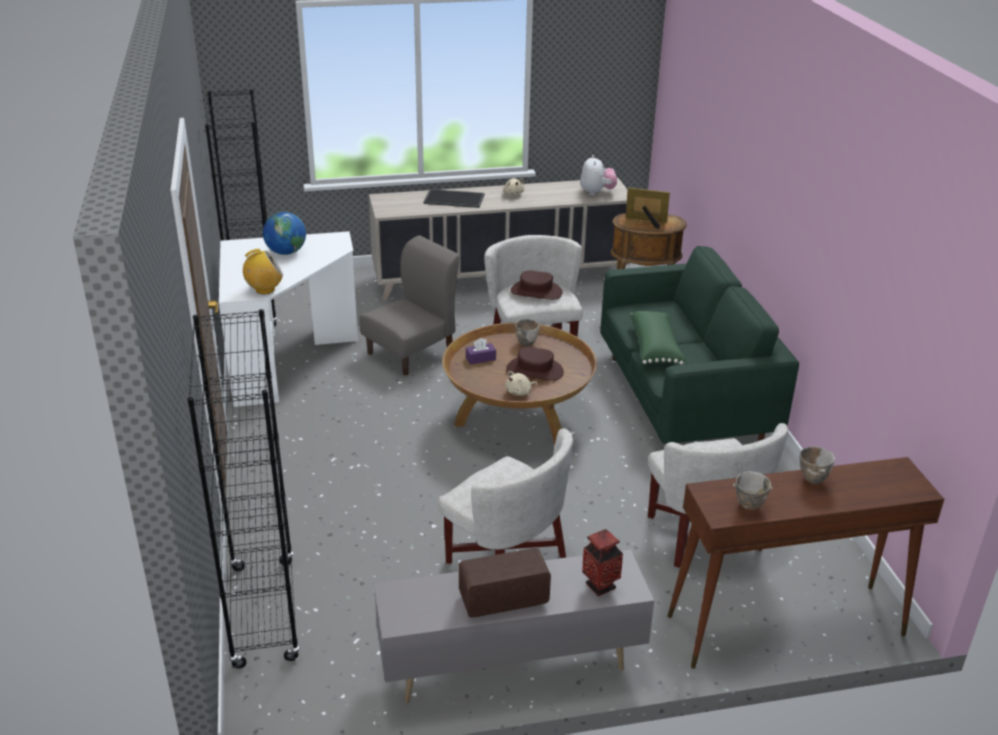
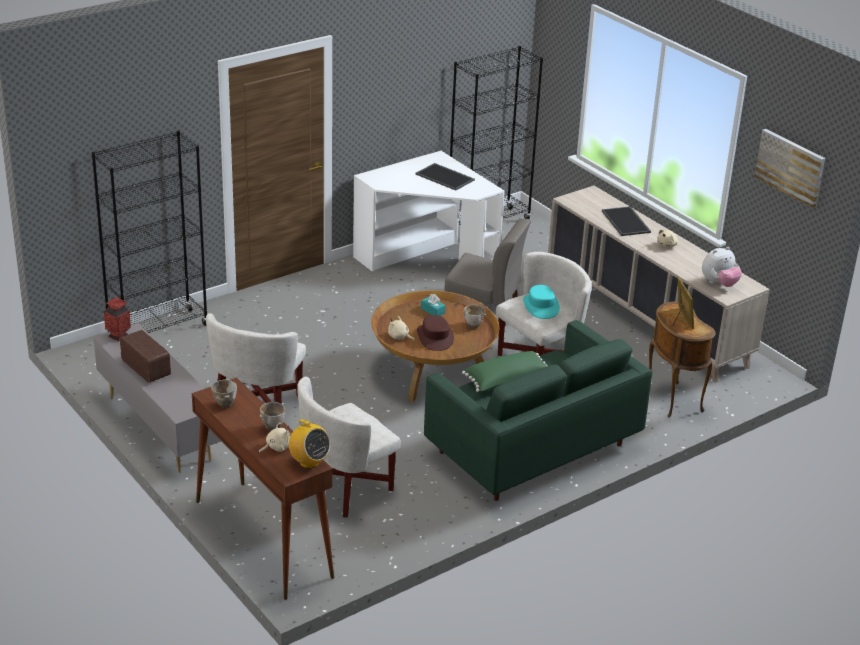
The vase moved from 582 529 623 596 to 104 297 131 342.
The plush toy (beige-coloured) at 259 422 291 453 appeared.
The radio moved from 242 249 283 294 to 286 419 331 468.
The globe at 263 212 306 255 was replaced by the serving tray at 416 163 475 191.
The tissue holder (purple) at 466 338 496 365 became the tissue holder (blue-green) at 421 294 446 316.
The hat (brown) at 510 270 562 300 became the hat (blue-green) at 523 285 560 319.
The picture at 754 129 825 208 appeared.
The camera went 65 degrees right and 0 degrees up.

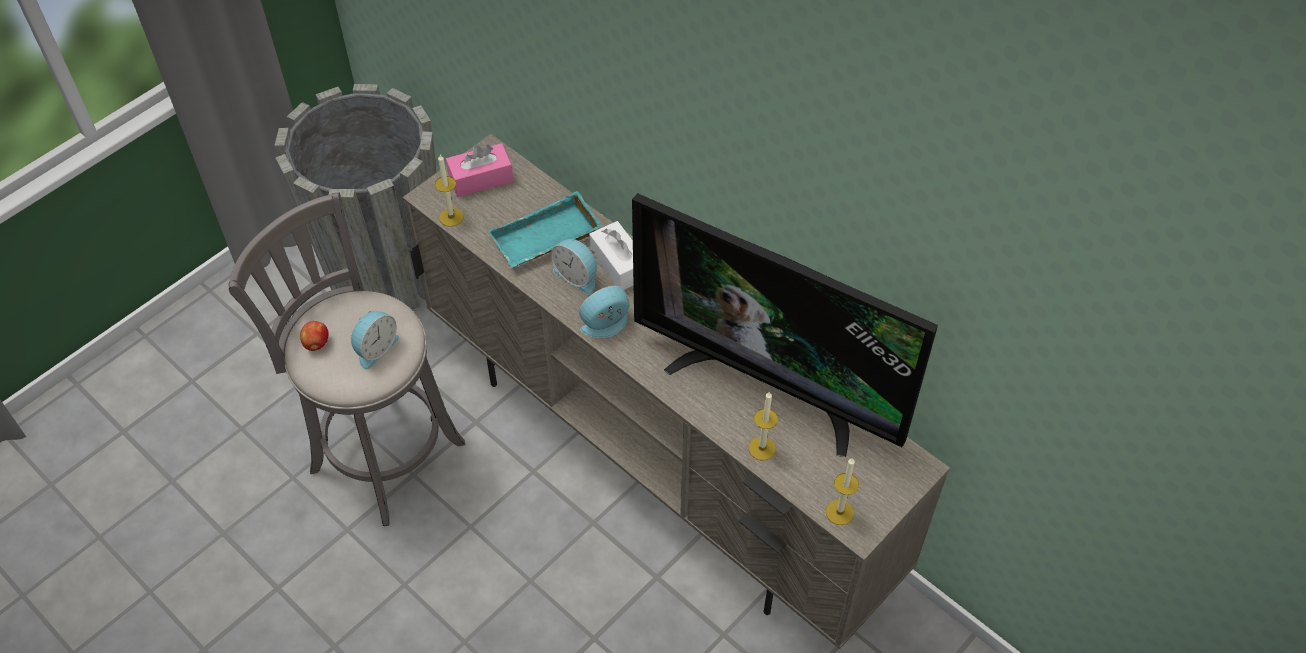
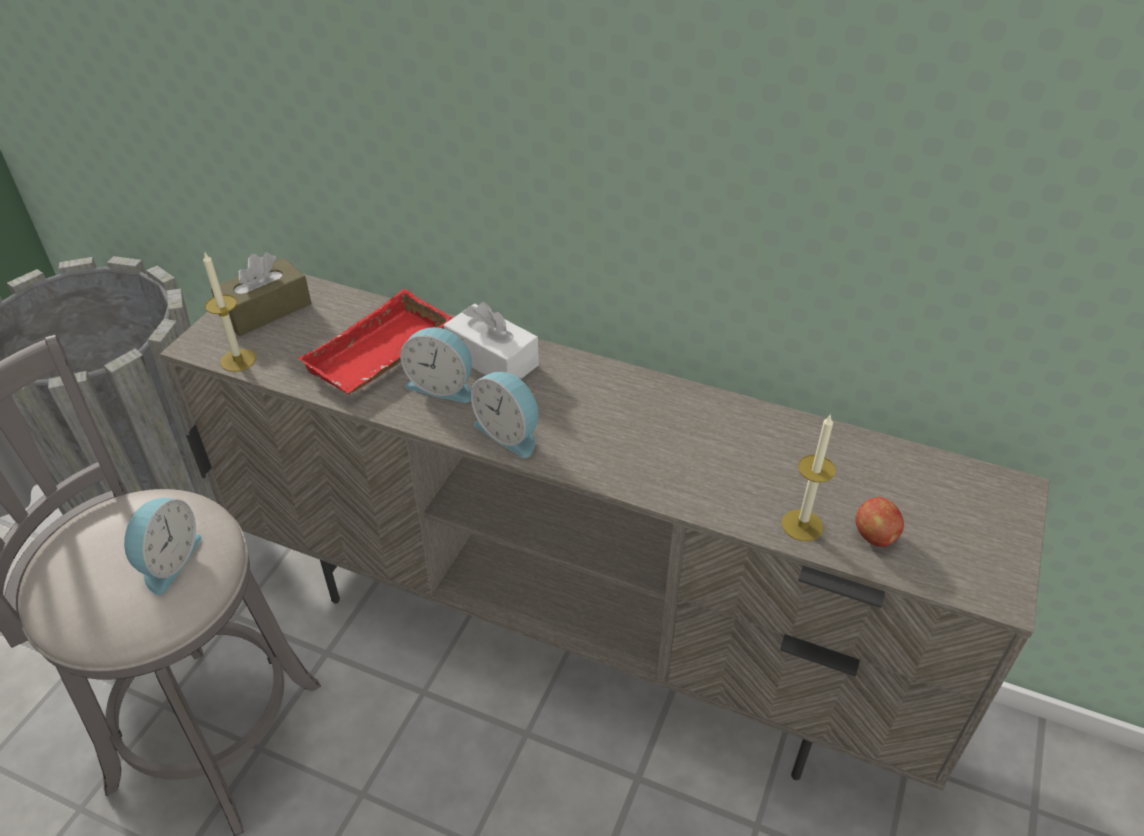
The tissue holder (pink-coloured) at 446 143 513 197 became the tissue holder (brown) at 211 252 311 336.
The serving tray (blue-green) at 488 191 602 268 became the serving tray (red-coloured) at 297 289 452 394.
The table clock at 579 286 629 338 turned 90 degrees counterclockwise.
The apple moved from 300 321 329 351 to 855 497 904 547.
The TV at 632 193 938 457 disappeared.
The wax light at 826 458 859 525 disappeared.
The camera went 20 degrees left and 10 degrees down.

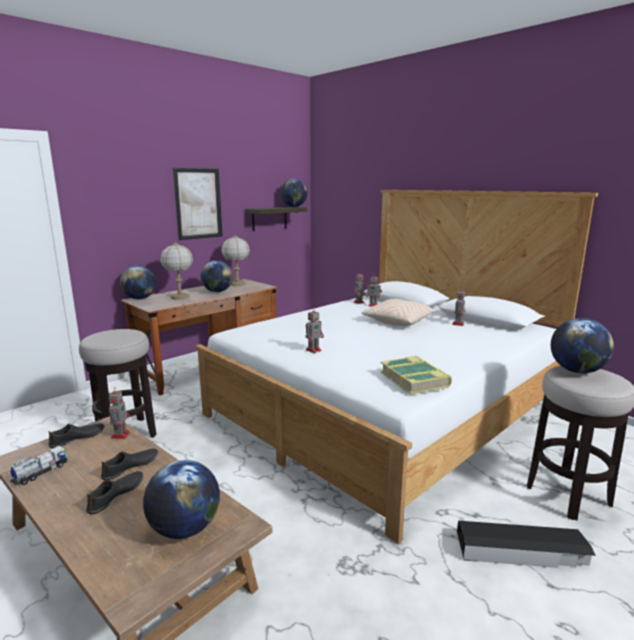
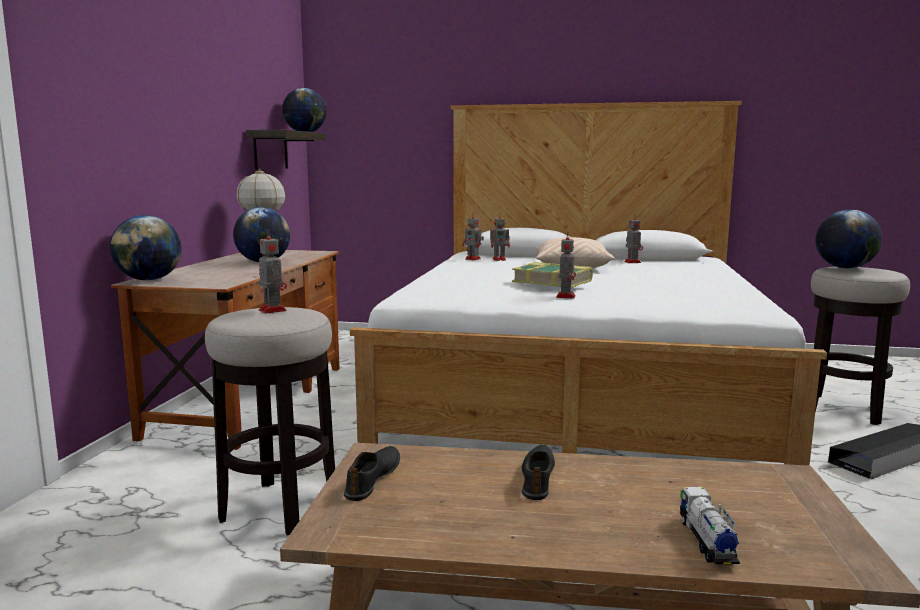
The toy robot moved from 109 388 130 439 to 259 229 287 314.
The volume moved from 380 356 452 395 to 512 262 593 288.
The toy truck moved from 10 446 68 485 to 680 487 740 564.
The low shoe (black-coloured) at 86 471 143 515 disappeared.
The globe at 143 460 220 539 disappeared.
The table lamp at 160 242 193 300 disappeared.
The picture at 173 168 223 240 disappeared.
The camera went 35 degrees left and 5 degrees down.

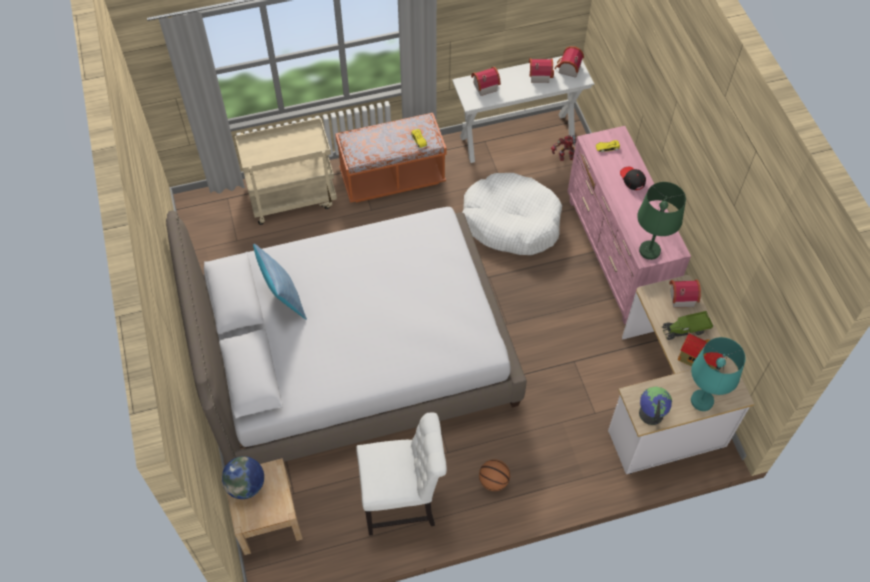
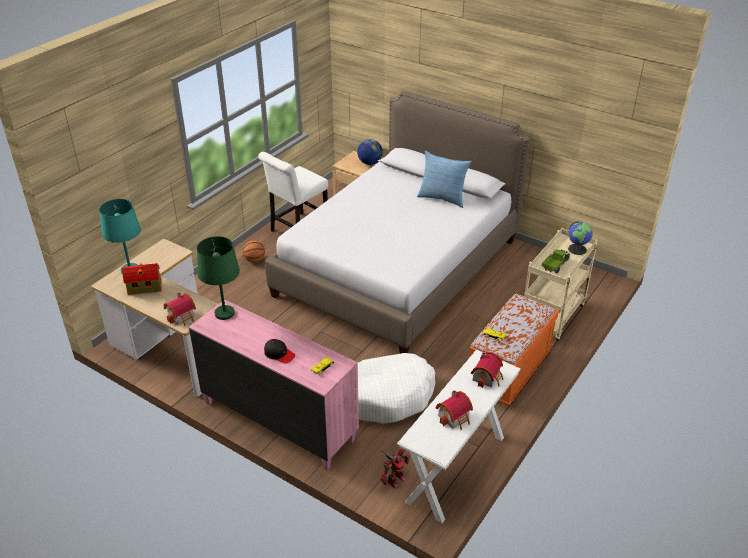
The toy truck moved from 662 311 713 340 to 542 249 570 273.
The globe moved from 639 386 672 425 to 568 222 593 255.
The model house at 555 46 584 78 disappeared.
The camera went 140 degrees right and 20 degrees down.

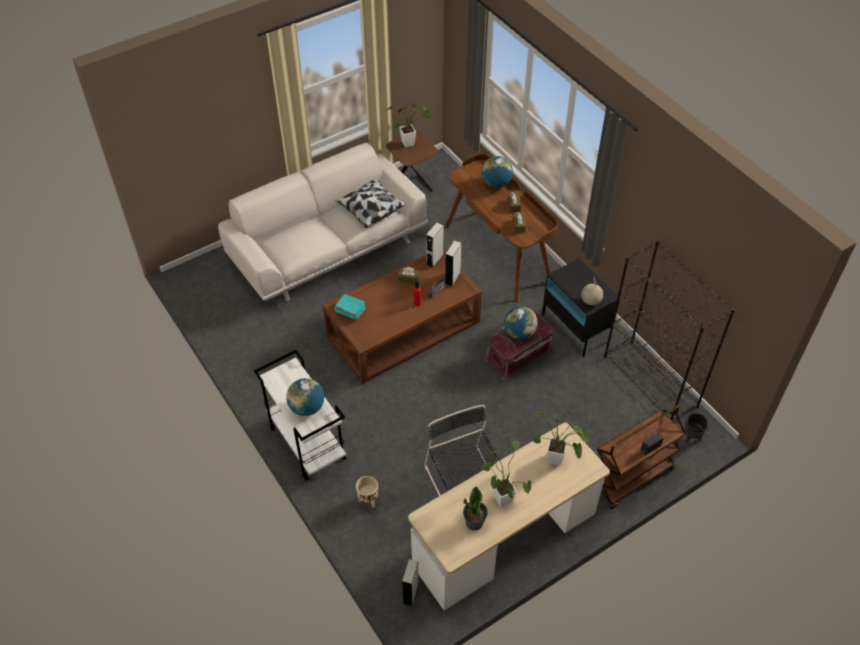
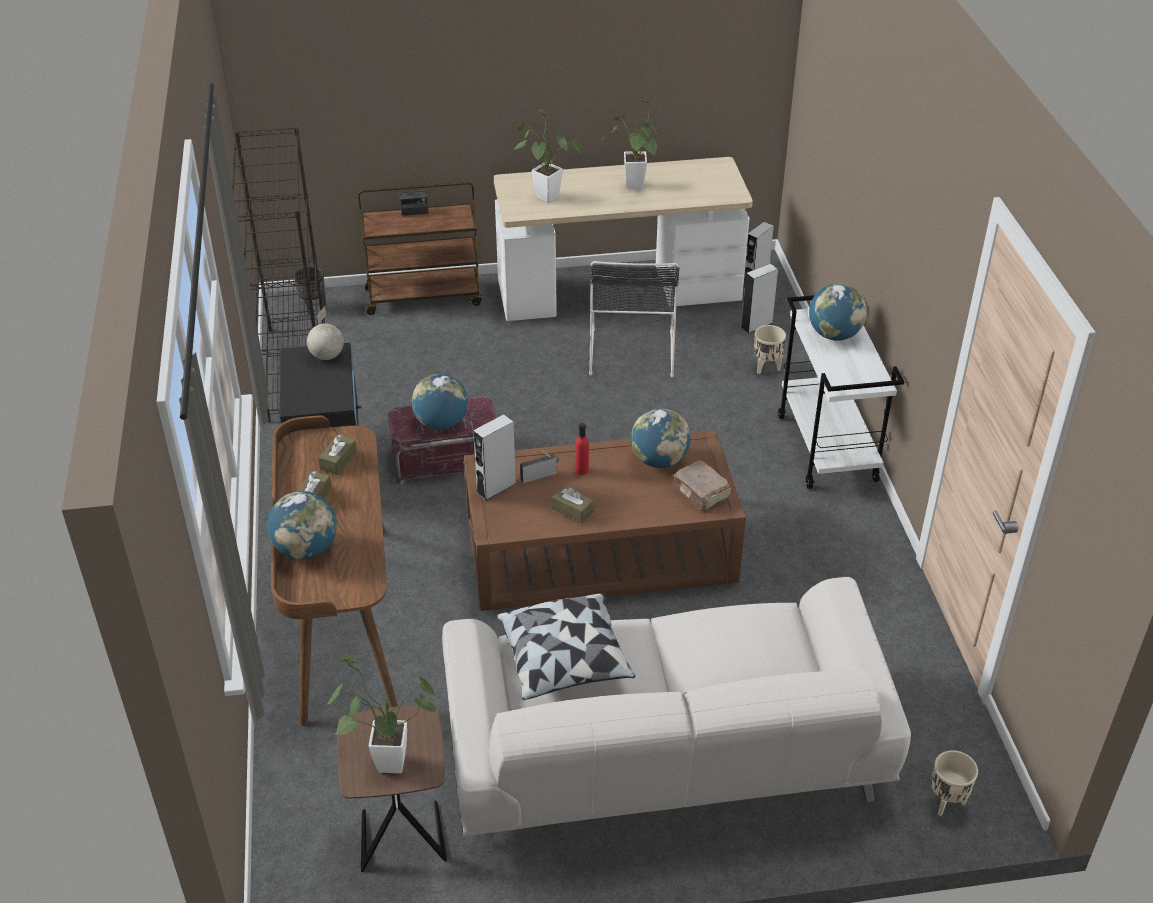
The globe at 631 408 691 468 appeared.
The volume (blue-green) at 334 294 366 320 became the volume (brown) at 672 460 731 511.
The speaker (grey) moved from 426 222 444 268 to 741 264 778 334.
The flower pot (beige-coloured) at 931 750 978 816 appeared.
The potted plant at 463 486 488 530 disappeared.
The camera went 155 degrees left and 10 degrees down.

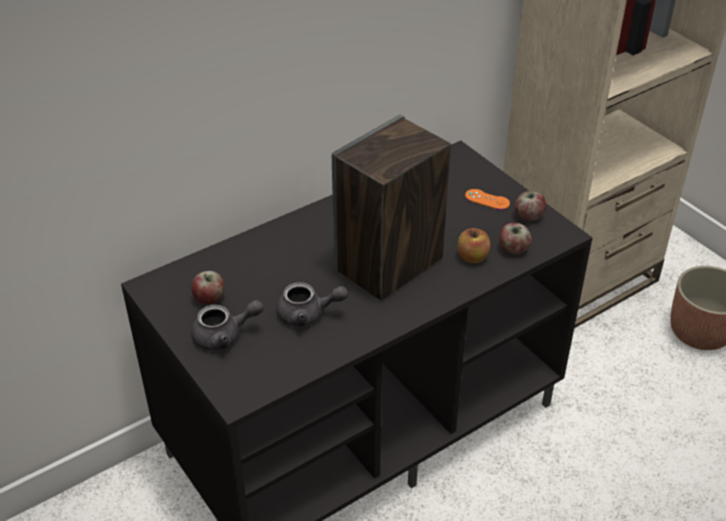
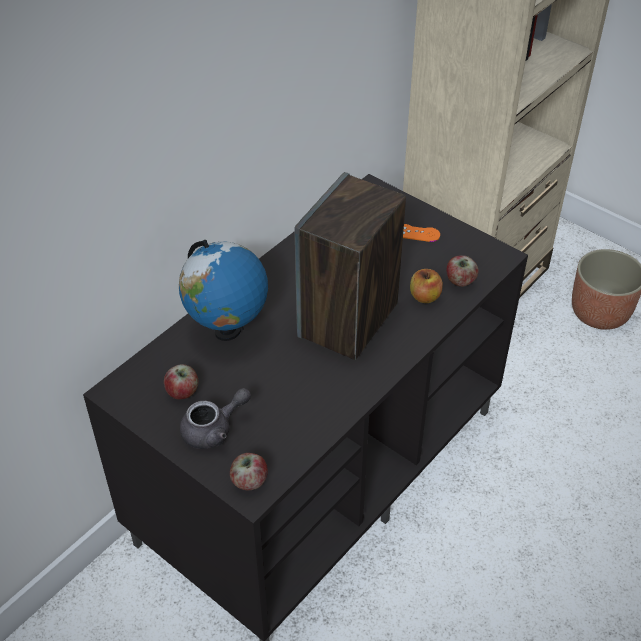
The globe at 179 240 268 341 appeared.
The apple moved from 515 191 546 221 to 230 453 268 490.
The pot for tea (grey) at 276 282 348 327 disappeared.
The camera went 15 degrees left and 5 degrees up.

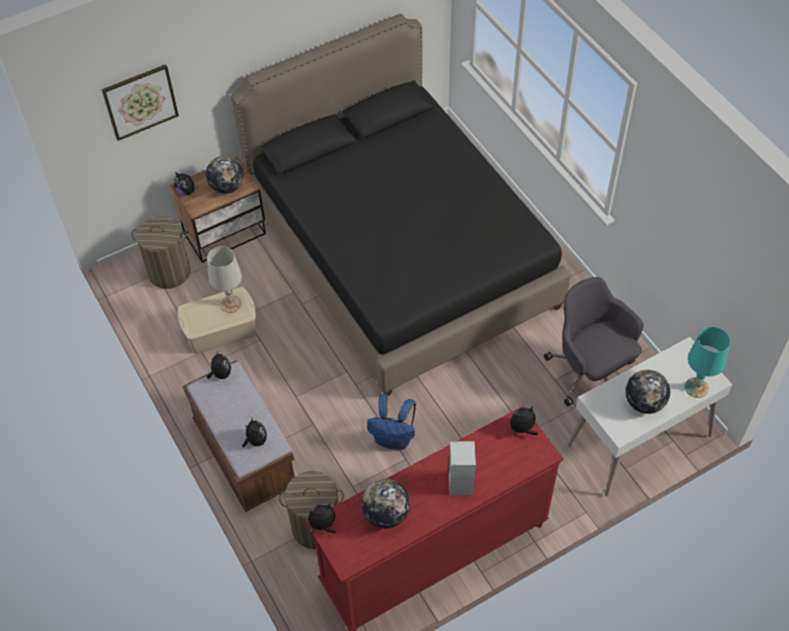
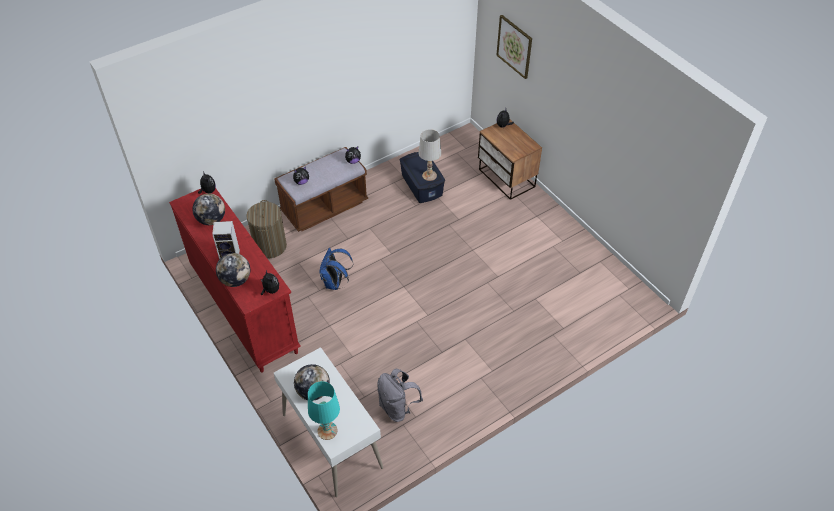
The globe moved from 206 156 244 194 to 216 253 250 287.
The office chair (grey) at 544 277 643 406 was replaced by the backpack (grey) at 377 369 423 422.
The storage bin (beige-coloured) at 178 287 256 354 became the storage bin (bluish) at 400 152 445 203.
The washing basket at 131 216 191 289 disappeared.
The bedroom bed (black-coloured) at 231 14 571 396 disappeared.
The camera went 85 degrees right and 5 degrees down.

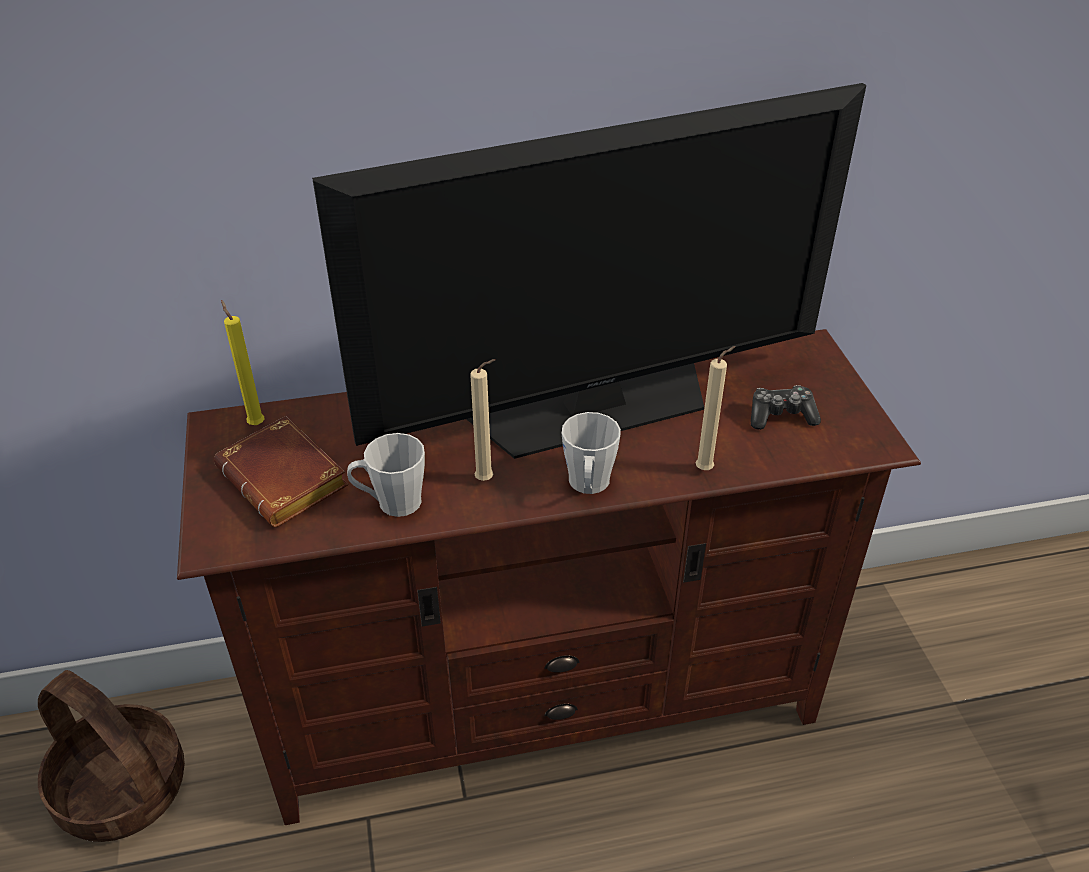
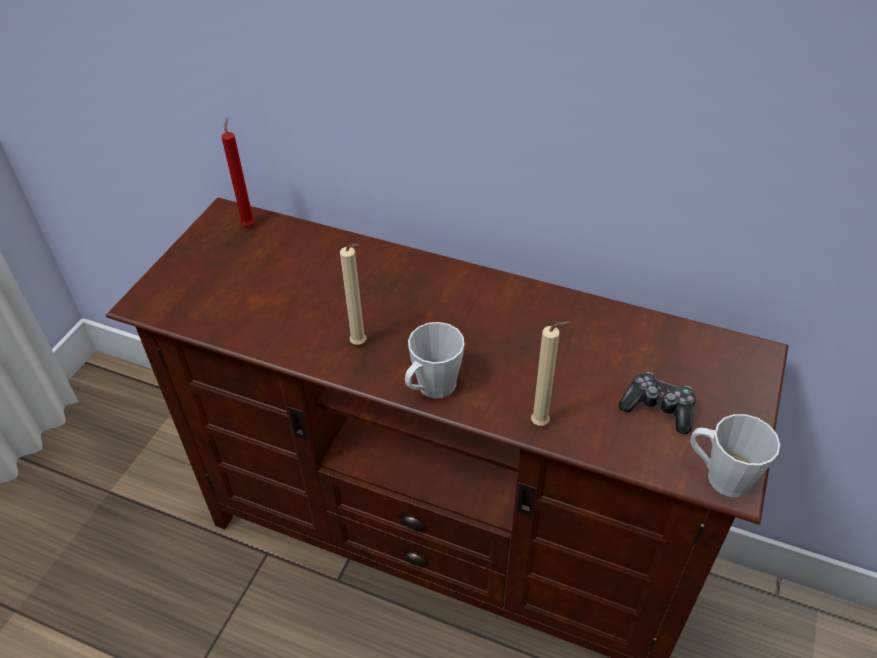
The wax light (yellowish) at 221 300 265 425 became the wax light (red-coloured) at 222 117 255 226.
The mug (grey) moved from 347 433 425 517 to 690 414 780 497.
The basket at 38 670 185 842 disappeared.
The volume (brown) at 214 416 348 527 disappeared.
The TV at 312 83 866 459 disappeared.
The camera went 35 degrees right and 5 degrees up.

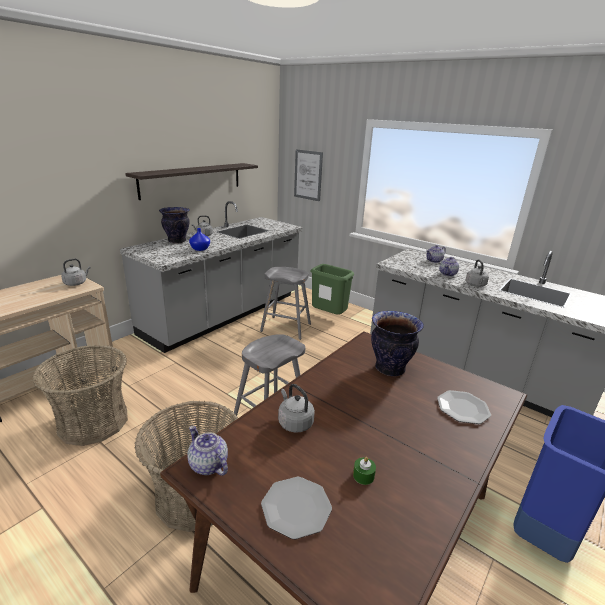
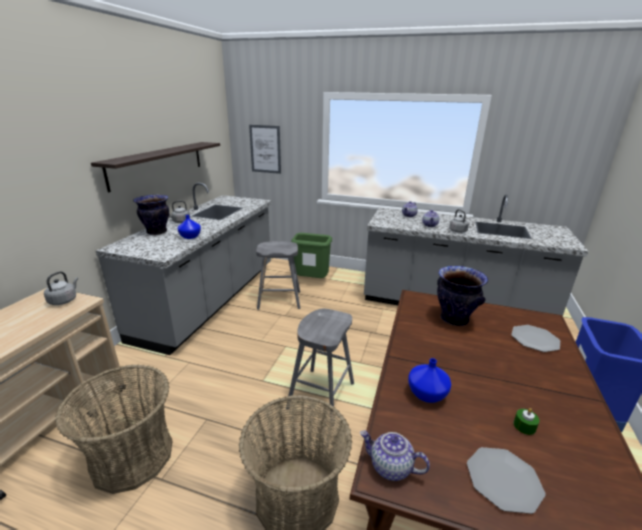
The kettle (grey) at 278 384 315 433 was replaced by the vase (bluish) at 408 358 451 403.
The camera went 20 degrees left and 0 degrees up.

